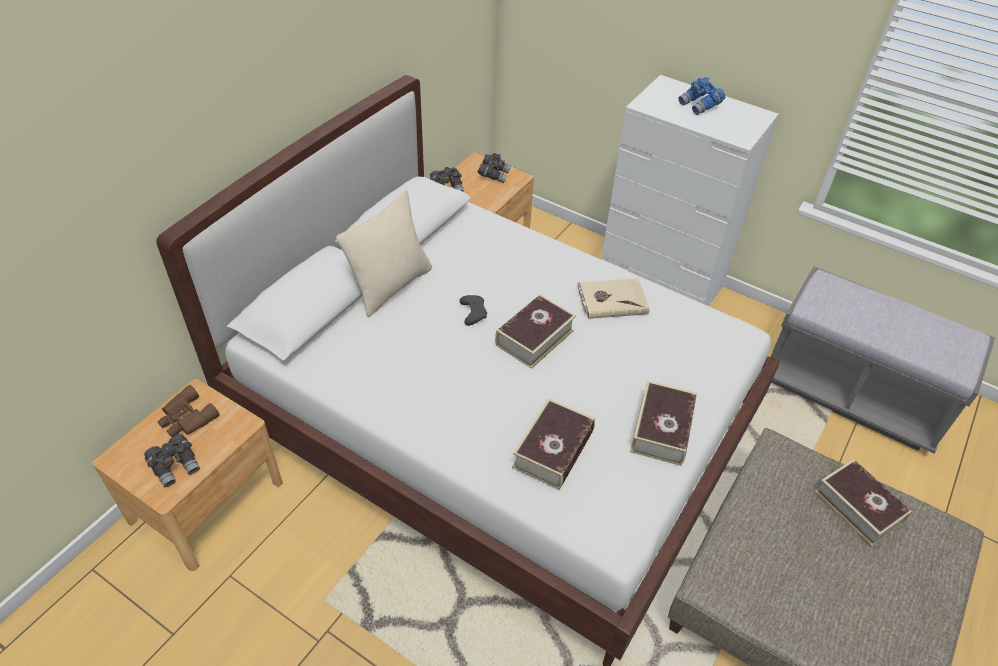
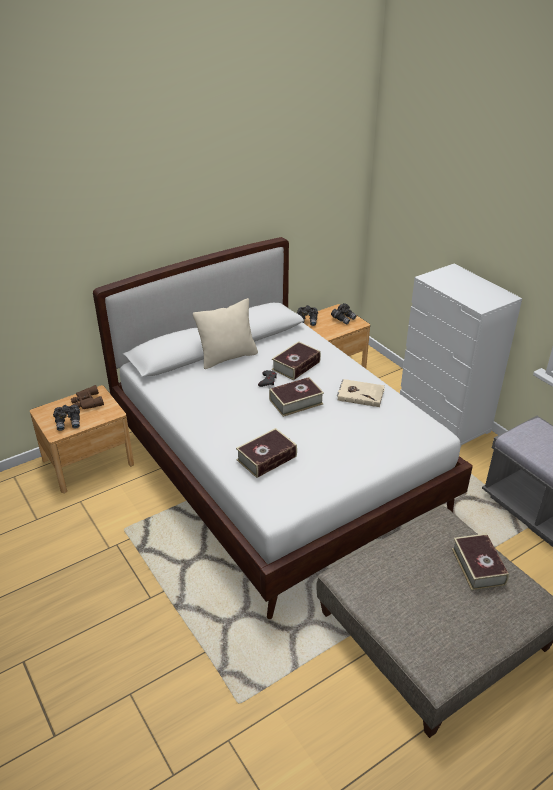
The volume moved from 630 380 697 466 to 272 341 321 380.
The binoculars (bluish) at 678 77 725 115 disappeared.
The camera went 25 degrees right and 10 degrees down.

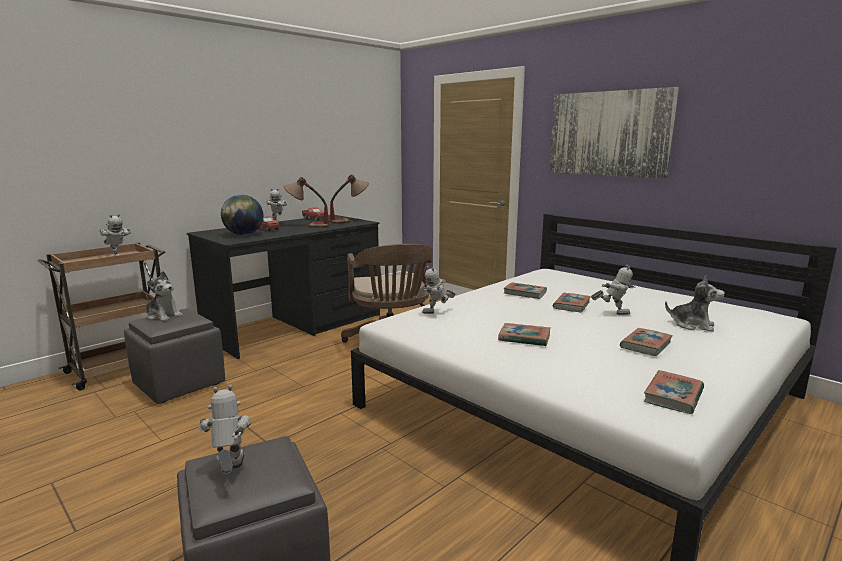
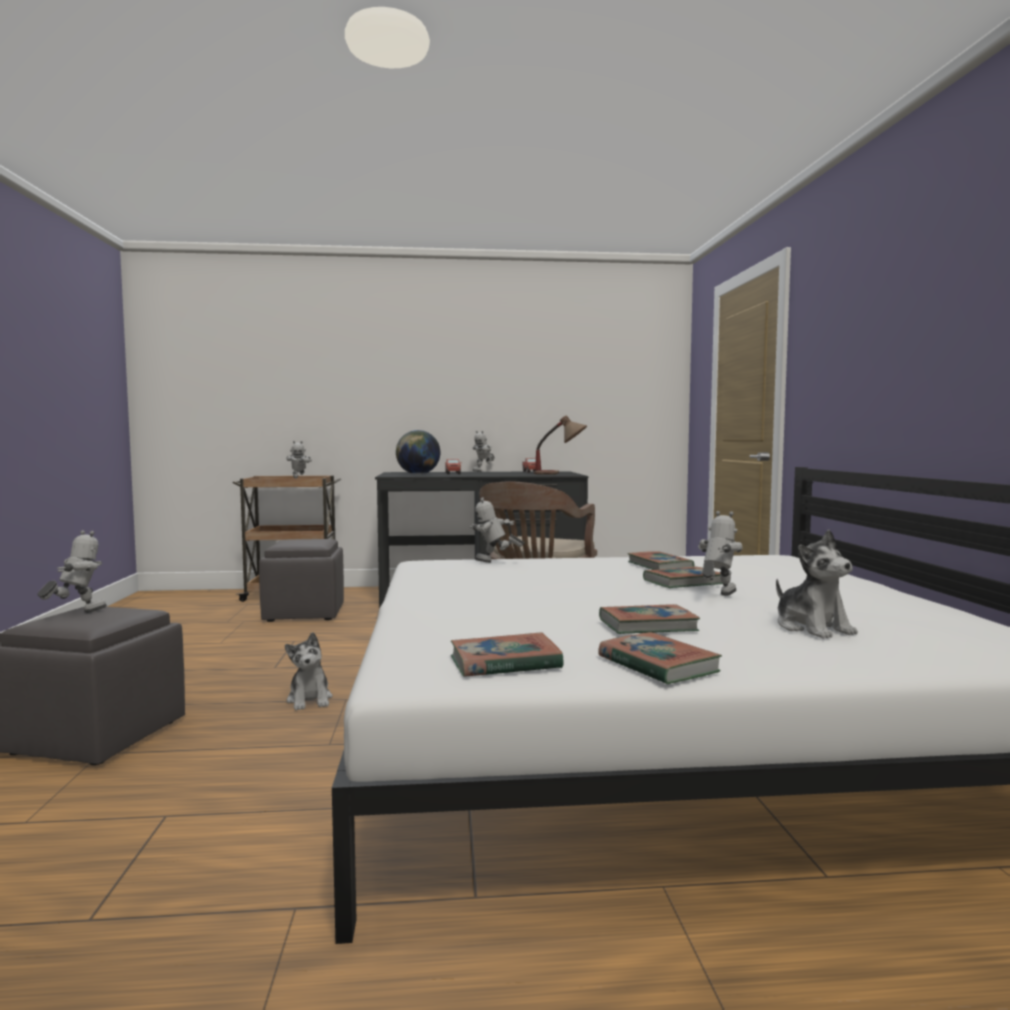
The plush toy moved from 146 271 183 321 to 285 632 333 711.
The volume moved from 498 323 551 346 to 598 632 722 685.
The toy robot at 591 265 635 315 turned 105 degrees counterclockwise.
The table lamp at 283 177 330 228 disappeared.
The picture at 549 87 679 178 disappeared.
The camera went 40 degrees right and 10 degrees down.

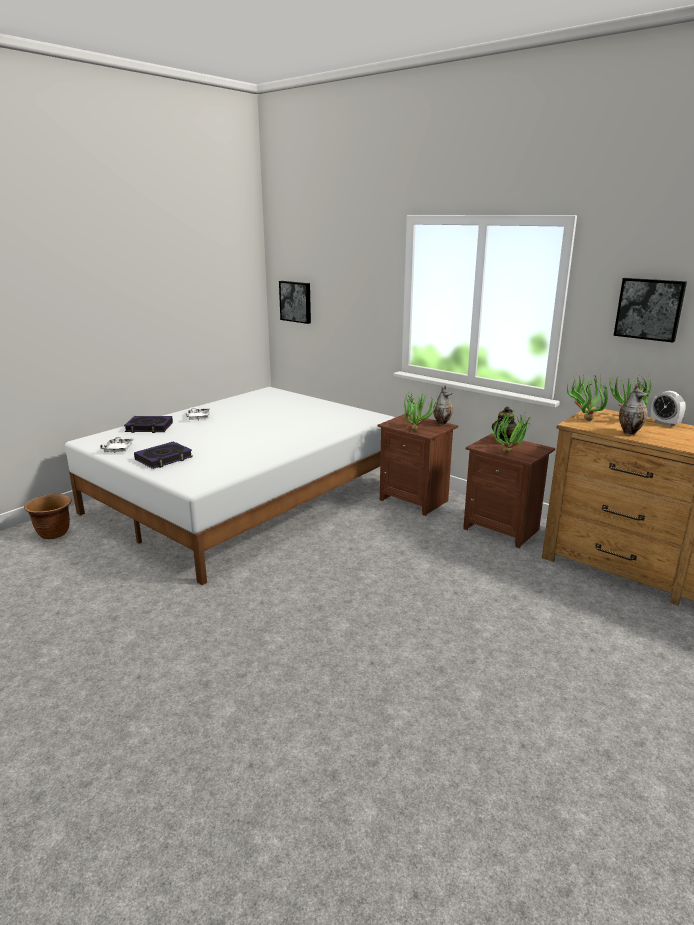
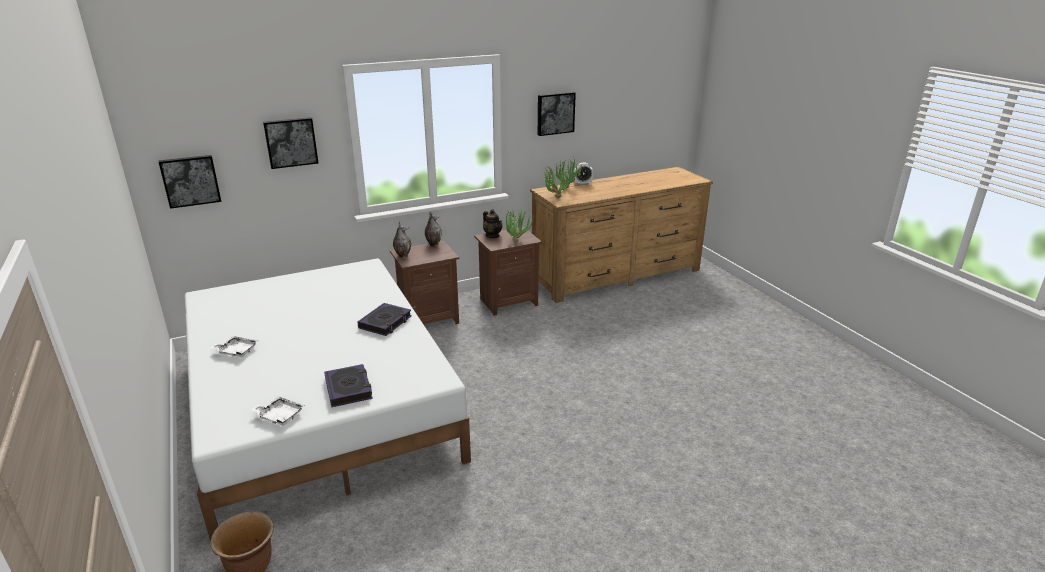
The picture at 263 117 318 169 appeared.
The volume moved from 124 416 173 433 to 358 303 412 336.
The vase moved from 619 383 649 436 to 393 222 411 258.
The potted plant at 404 390 438 431 disappeared.
The camera went 65 degrees left and 5 degrees up.

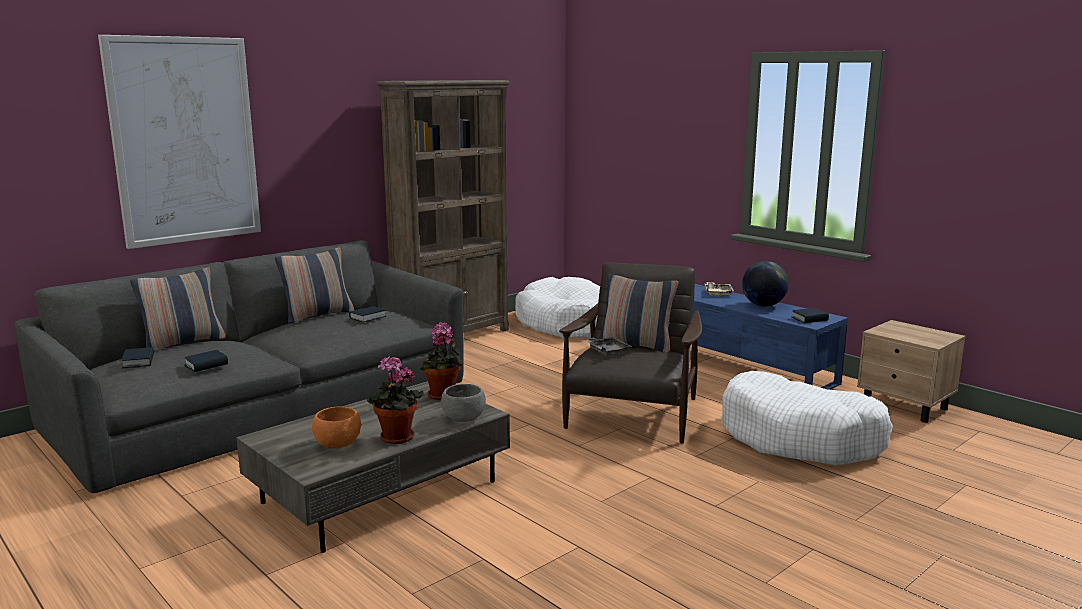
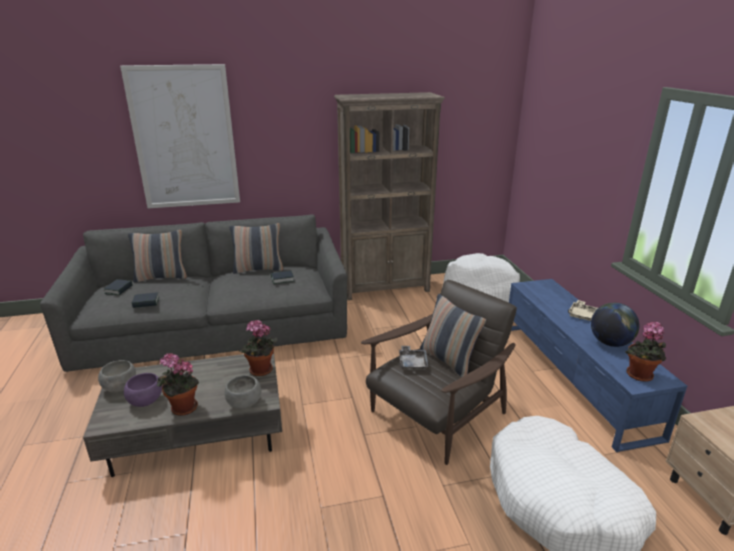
The bowl (grey) at 98 360 136 392 appeared.
The bowl (orange) at 312 406 361 449 became the bowl (purple) at 124 373 162 407.
The volume at 791 308 829 323 was replaced by the potted plant at 625 321 666 382.
The camera went 30 degrees right and 10 degrees up.

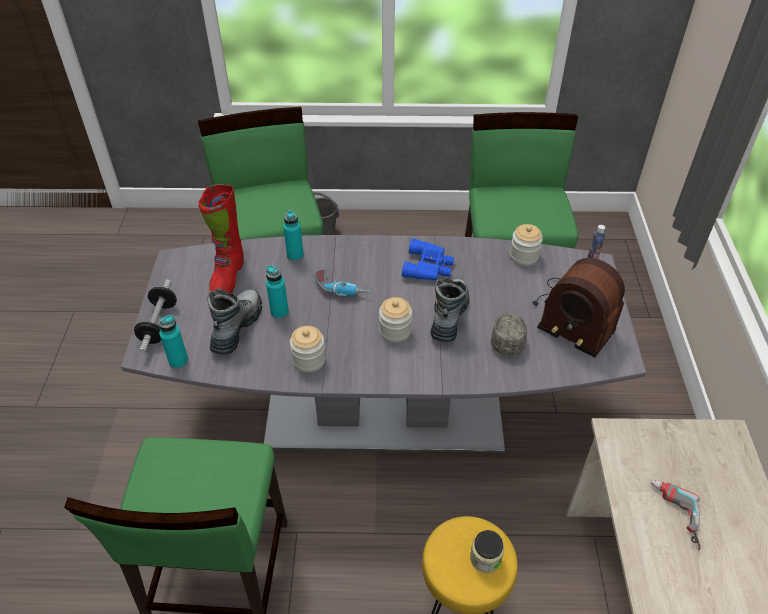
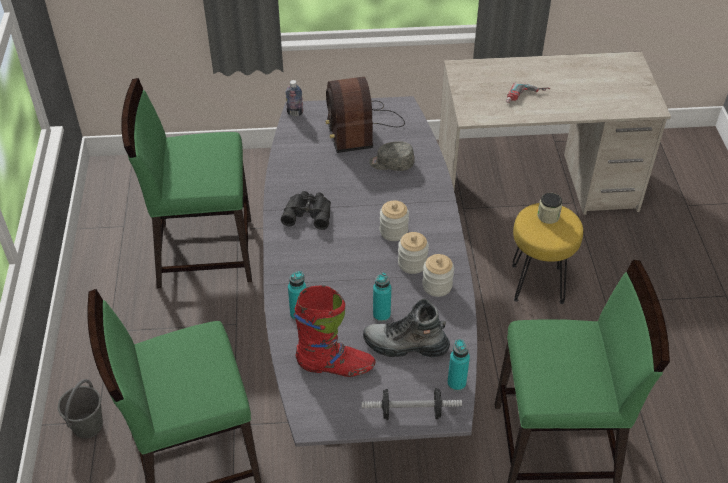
The binoculars (bluish) at 402 238 454 280 became the binoculars (black-coloured) at 281 191 331 230.
The radio at 533 258 625 358 turned 135 degrees clockwise.
The storage jar moved from 510 224 543 266 to 398 232 429 274.
The drill at 313 269 370 297 disappeared.
The boot at 430 277 469 342 disappeared.
The camera went 95 degrees left and 0 degrees up.

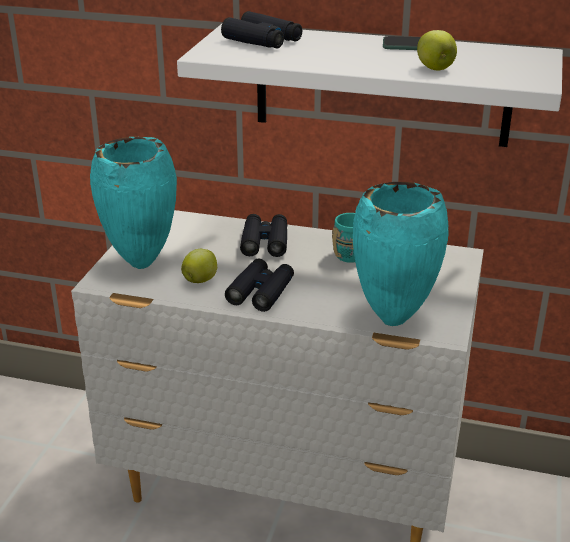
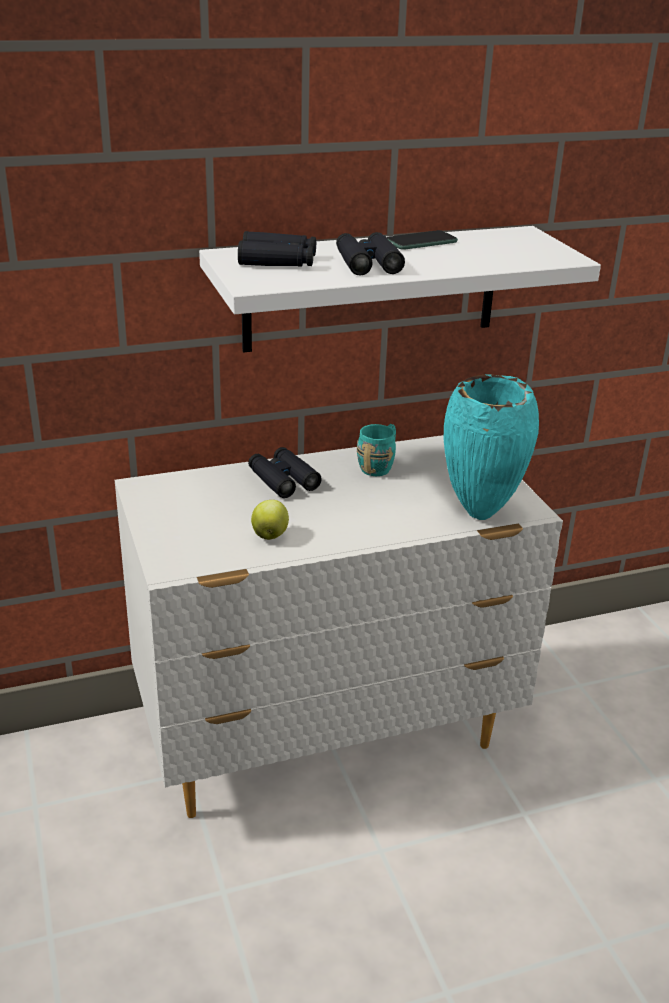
The binoculars (black-coloured) moved from 225 259 294 312 to 336 232 405 276.
The vase (blue-green) at 90 137 177 269 disappeared.
The apple at 417 30 457 70 disappeared.
The camera went 35 degrees left and 0 degrees up.

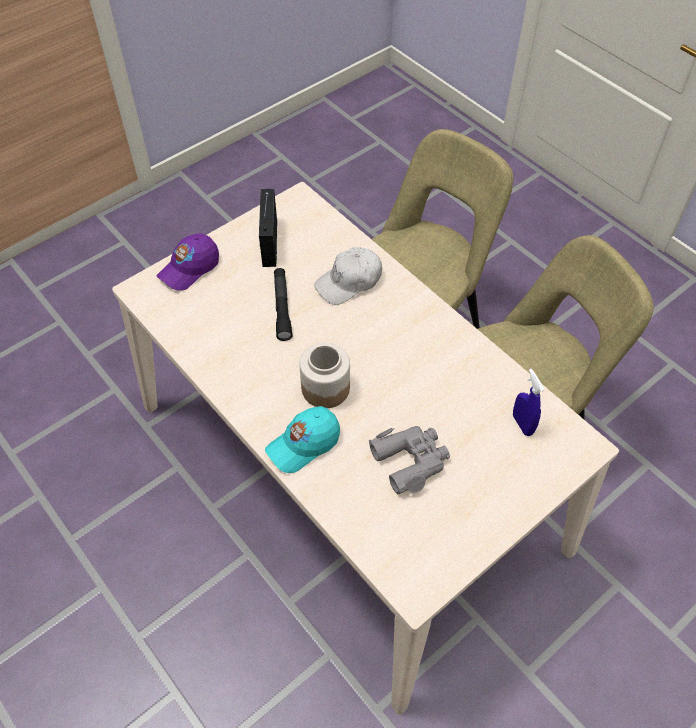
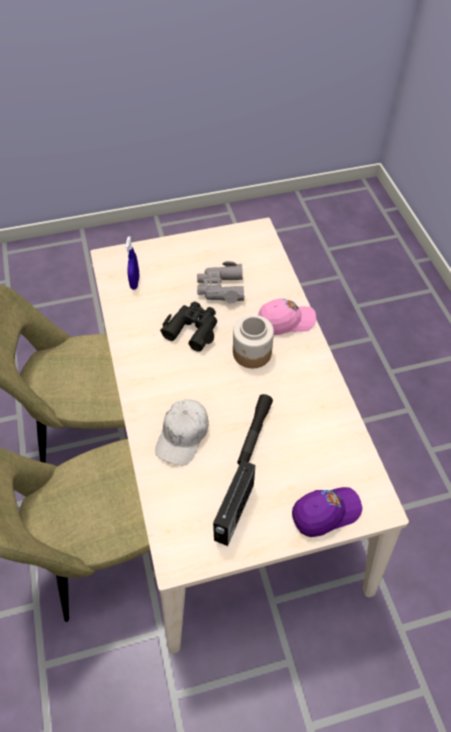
The baseball cap (white) at 314 247 382 305 turned 120 degrees clockwise.
The binoculars (black-coloured) at 161 302 217 352 appeared.
The baseball cap (blue-green) at 265 406 340 473 became the baseball cap (pink-coloured) at 258 299 316 335.
The camera went 155 degrees left and 0 degrees up.

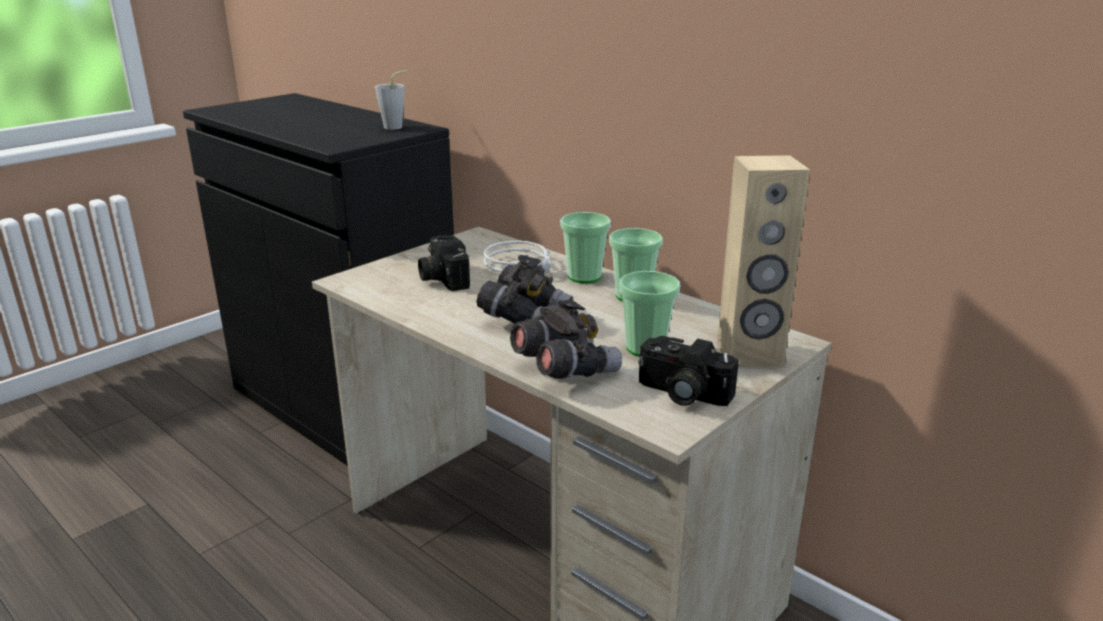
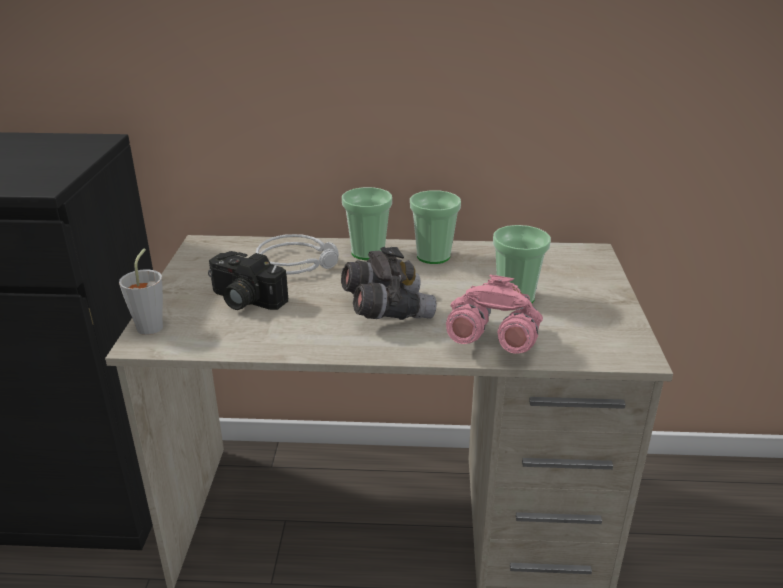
The drinking cup (grey) moved from 375 70 407 130 to 119 248 163 335.
The binoculars (grey) at 510 300 622 379 became the binoculars (pink-coloured) at 446 275 543 354.
The still camera at 638 336 739 406 disappeared.
The speaker (beige-coloured) at 717 155 810 367 disappeared.
The camera went 40 degrees left and 5 degrees up.

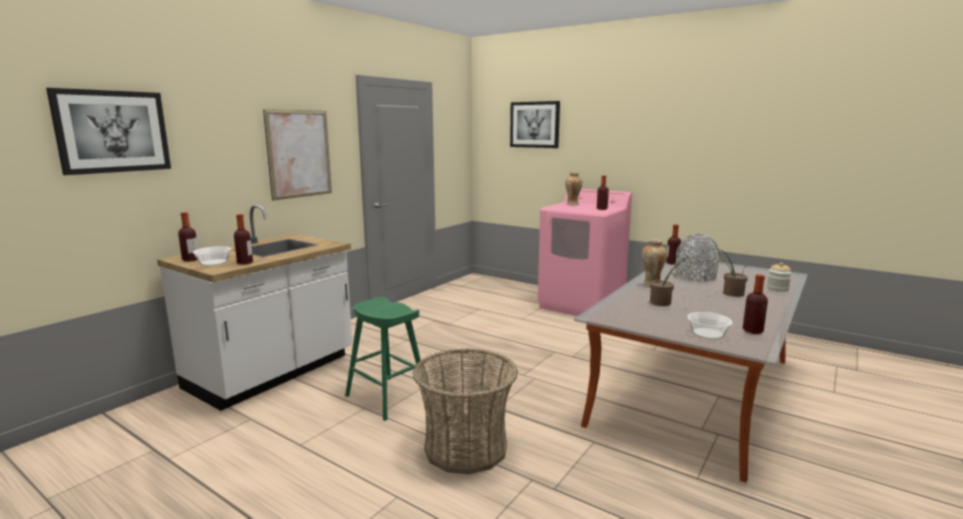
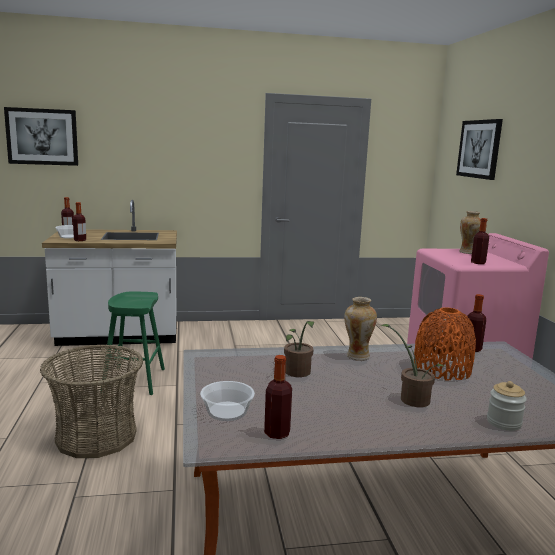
The vase (grey) at 675 234 720 282 became the vase (orange) at 414 307 476 381.
The picture at 263 109 332 200 disappeared.
The camera went 45 degrees right and 0 degrees up.

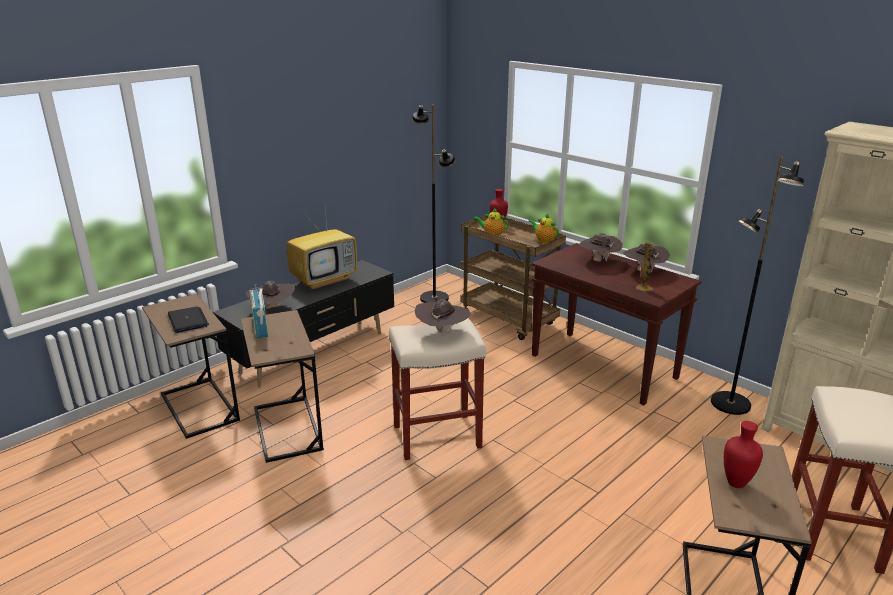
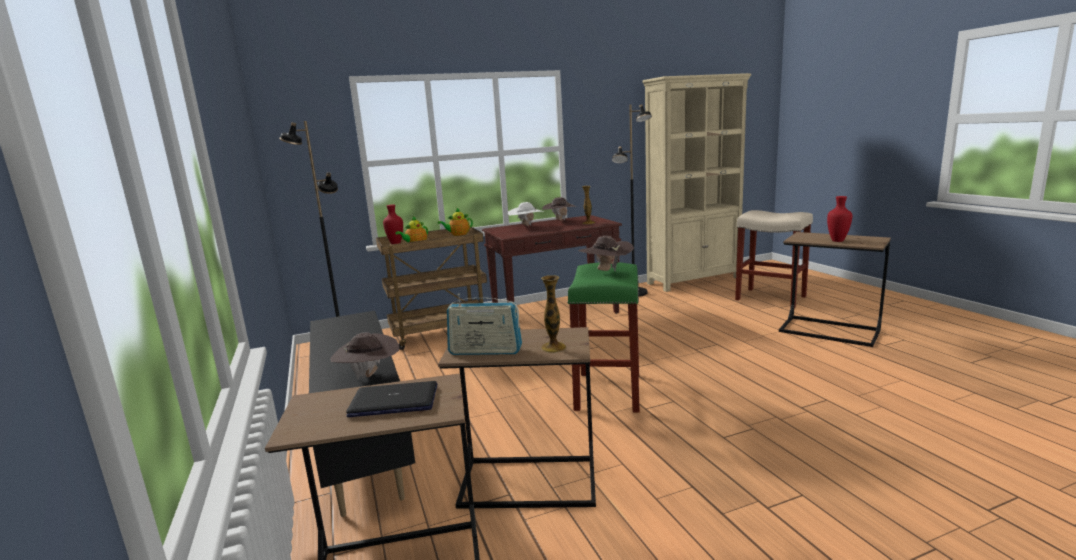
The hat (brown) at 579 233 623 262 became the hat (white) at 508 202 541 226.
The vase at 541 275 566 353 appeared.
The stool (beige-coloured) at 389 318 486 460 became the stool (greenish) at 567 262 640 413.
The TV at 287 198 357 290 disappeared.
The camera went 65 degrees left and 10 degrees down.

